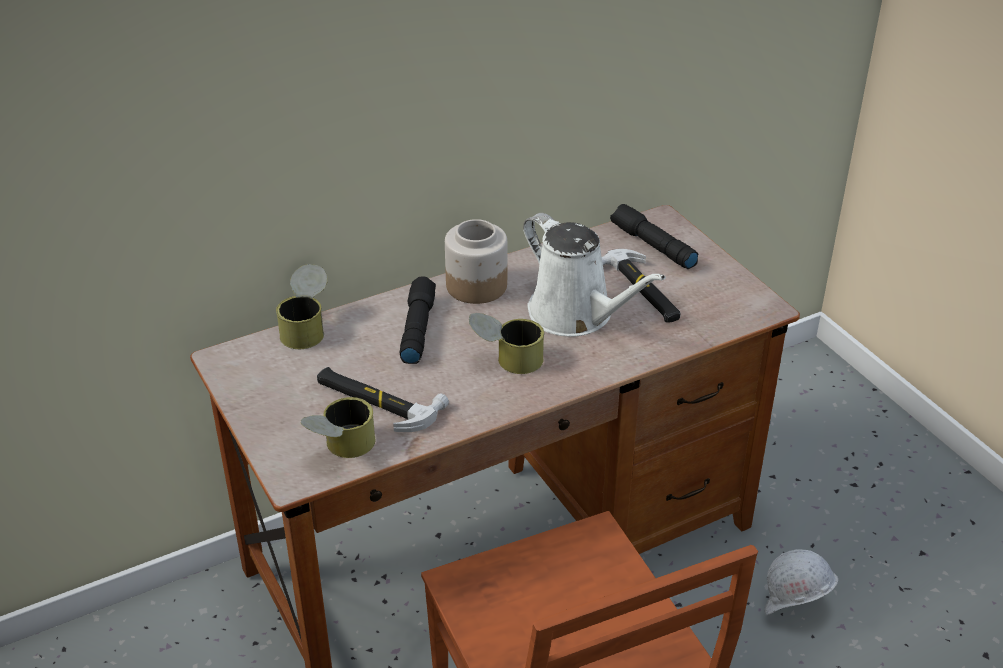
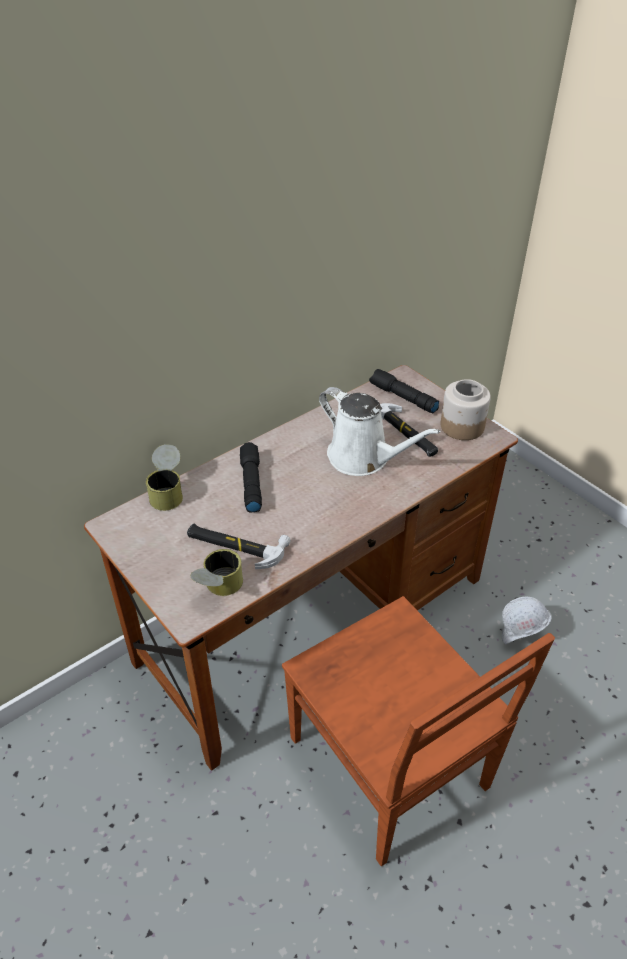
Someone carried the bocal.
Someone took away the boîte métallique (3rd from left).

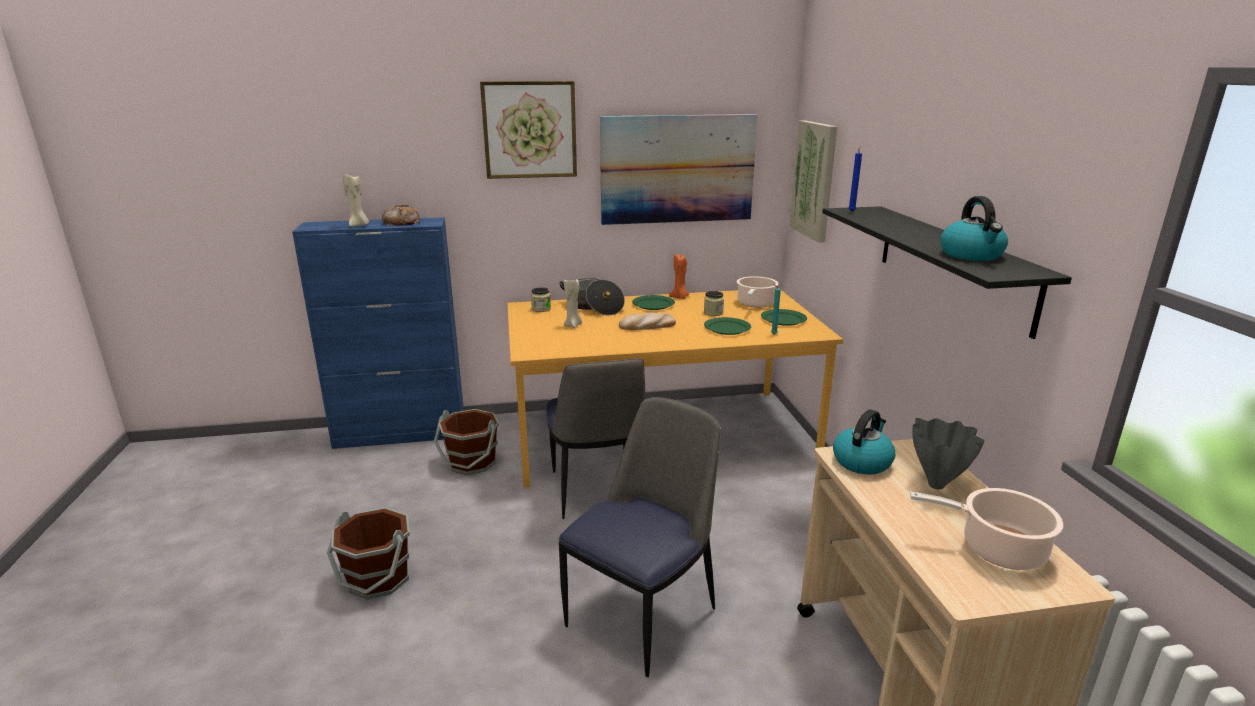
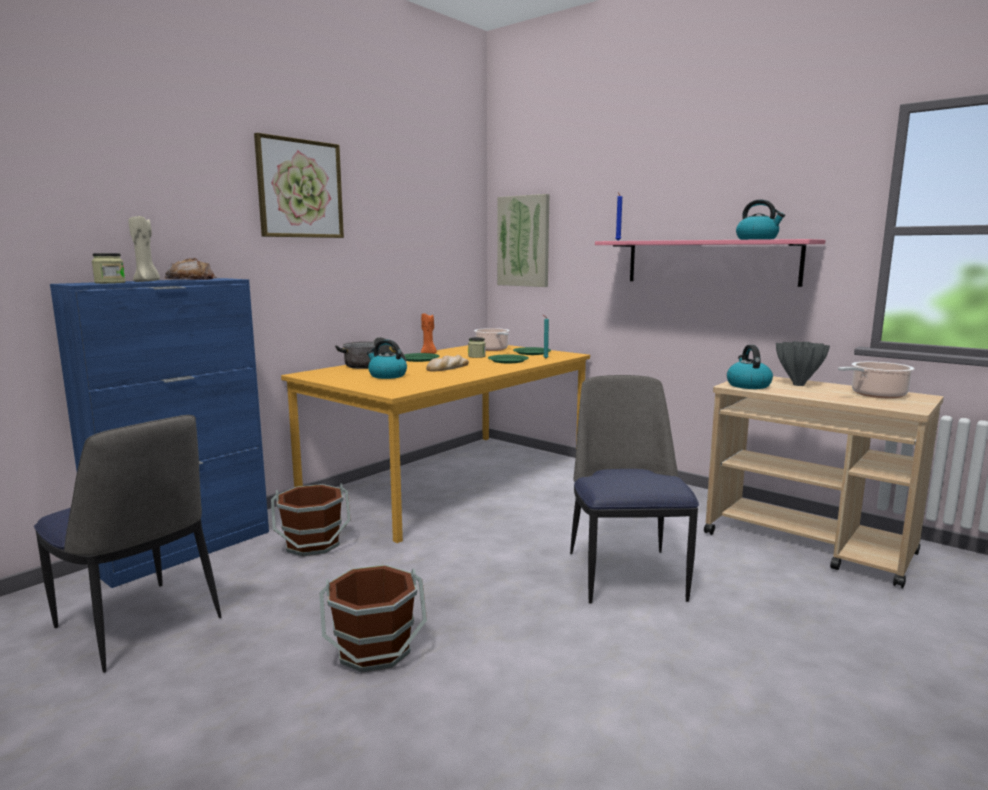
Someone carried the chaise (1st from left).
Someone carried the bocal (1st from left).
Someone swapped the bougie [beige] (2nd from left) for the bouilloire (1st from left).
Someone repainted the étagère [noir], which became the étagère [rose].
Someone took away the tableau (2nd from left).

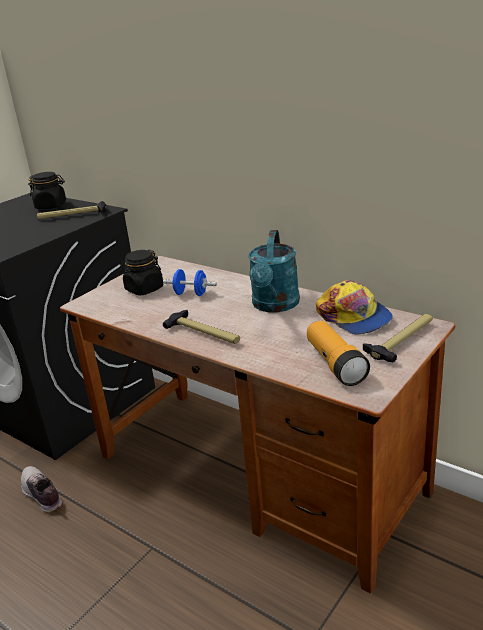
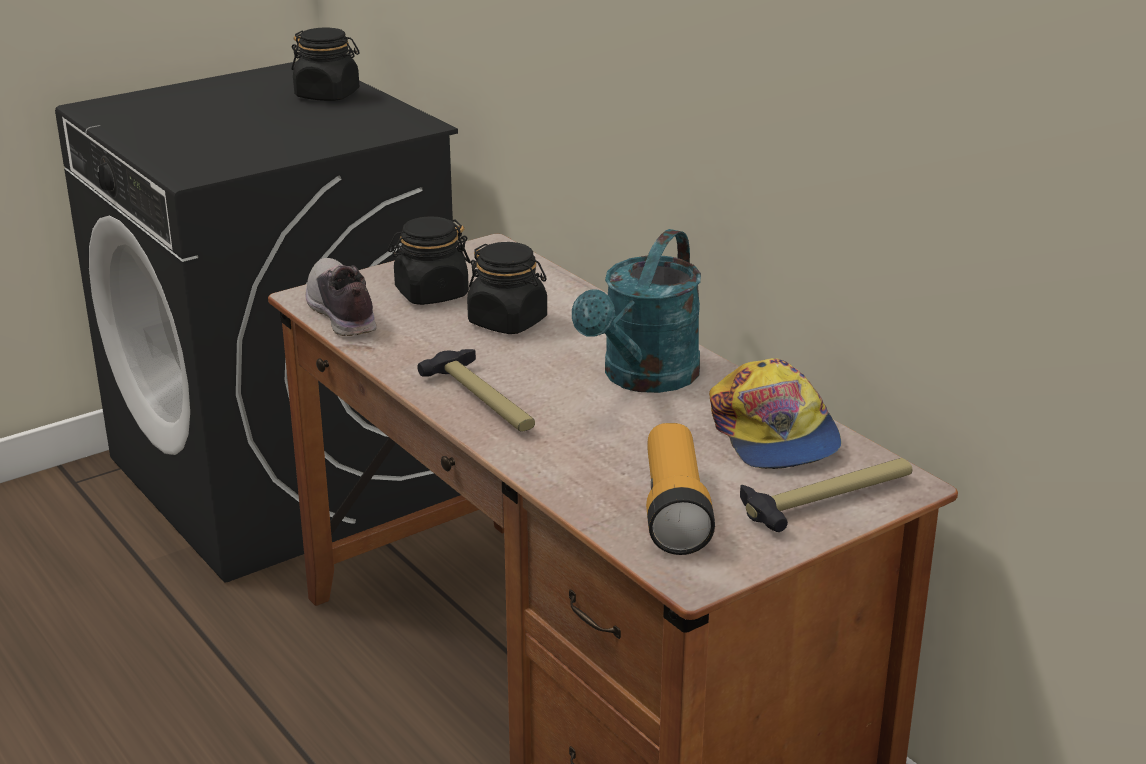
Someone carried the chaussure.
Someone swapped the haltère [bleu] for the bocal [noir] (3rd from left).
Someone took away the marteau (1st from left).

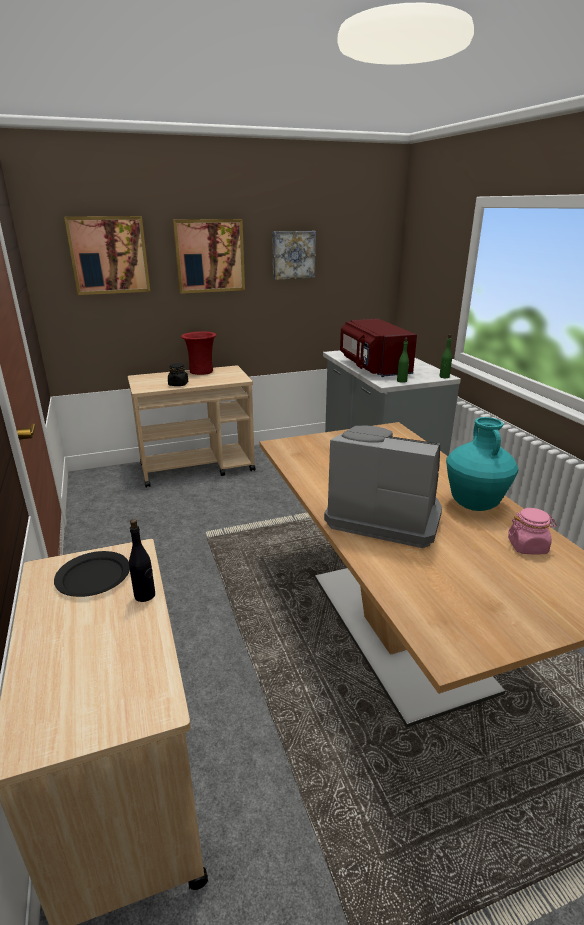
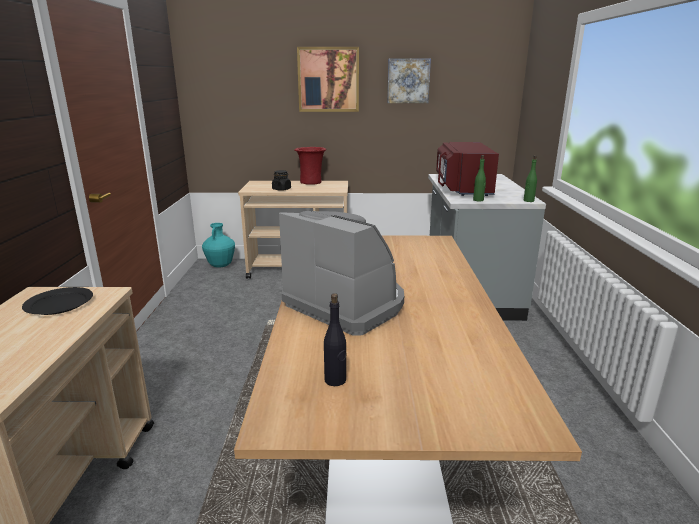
Someone carried the vase [turquoise].
Someone carried the bouteille [noir].
Someone took away the tableau (1st from left).
Someone took away the bocal [rose].

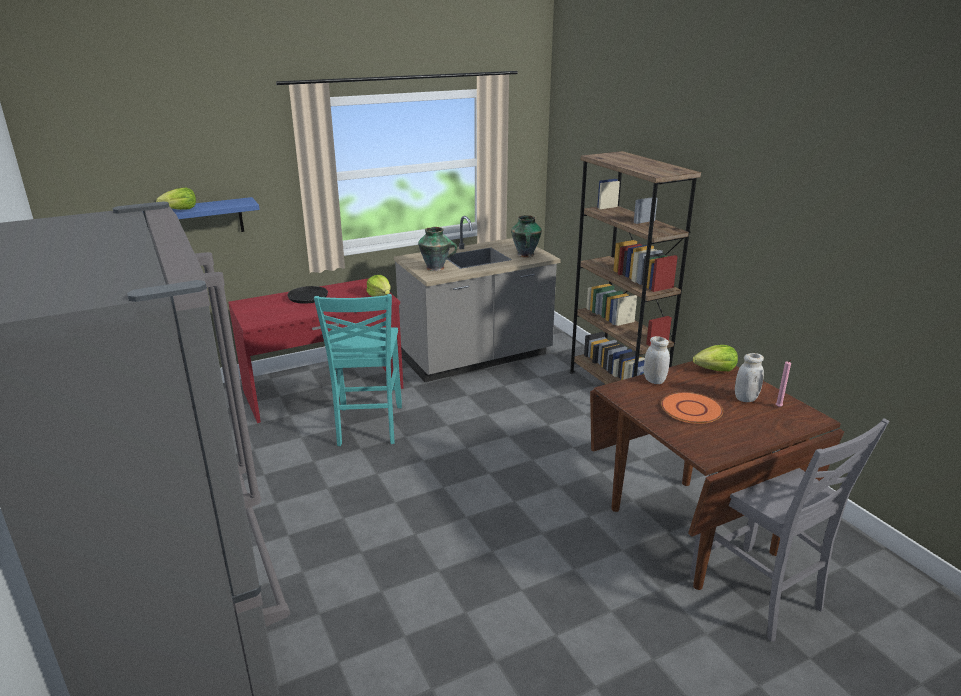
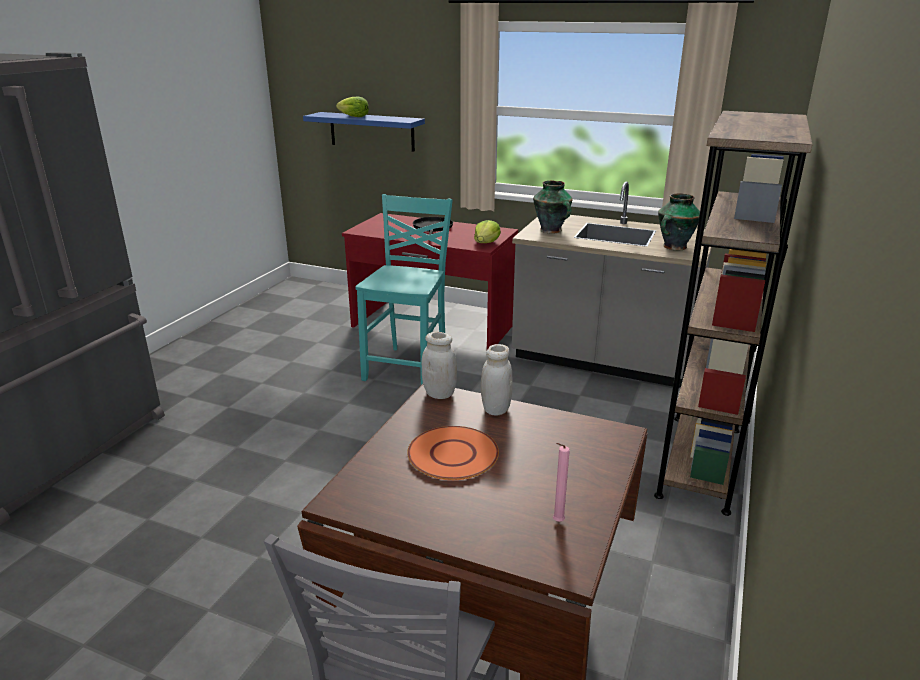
Someone rotated the chaise [turquoise] by 150 degrees clockwise.
Someone carried the bocal [blanc] (2nd from left in the first image).
Someone took away the laitue (3rd from left).

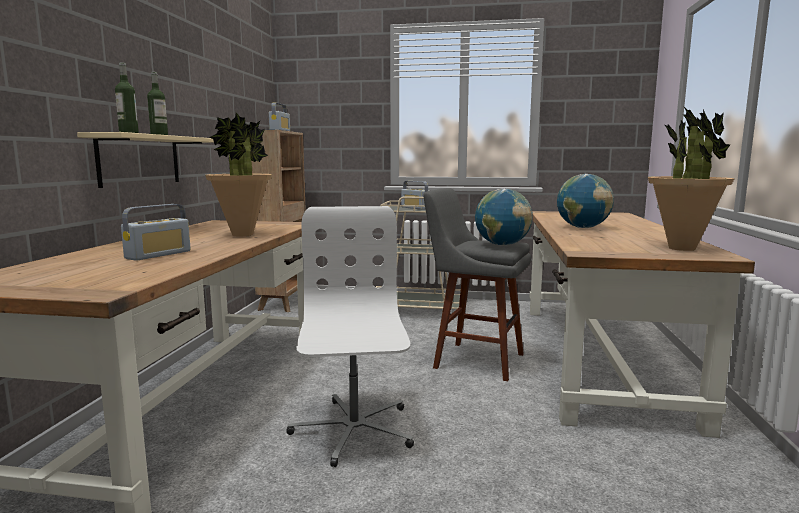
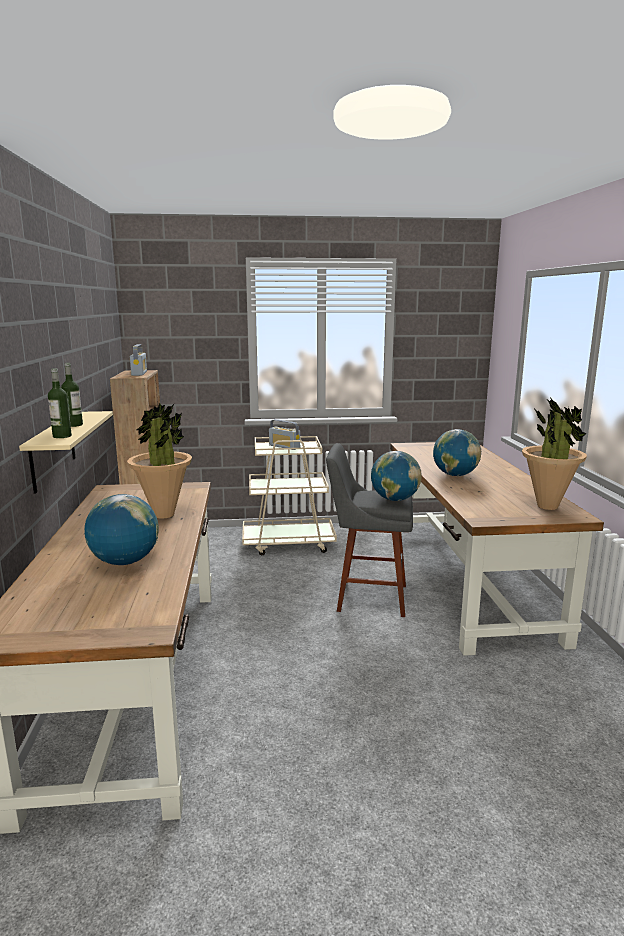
Someone swapped the radio (1st from left) for the globe (1st from left).
Someone took away the chaise de bureau [blanc].

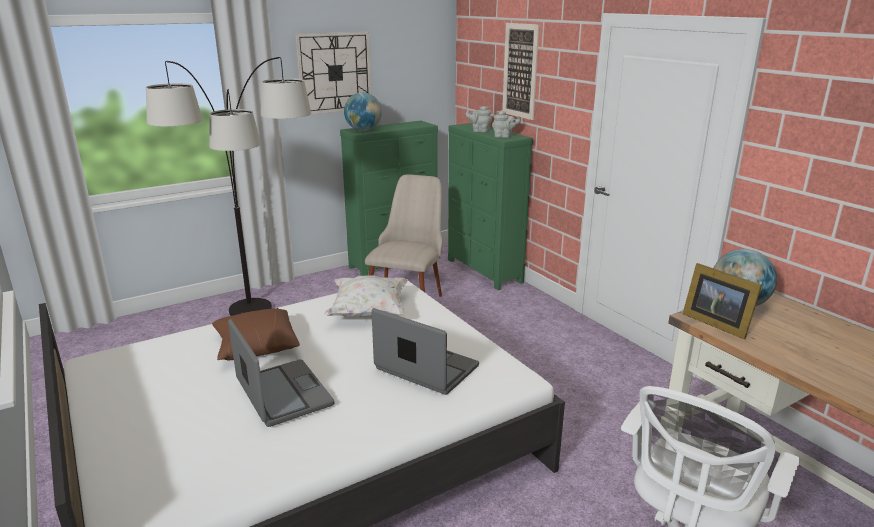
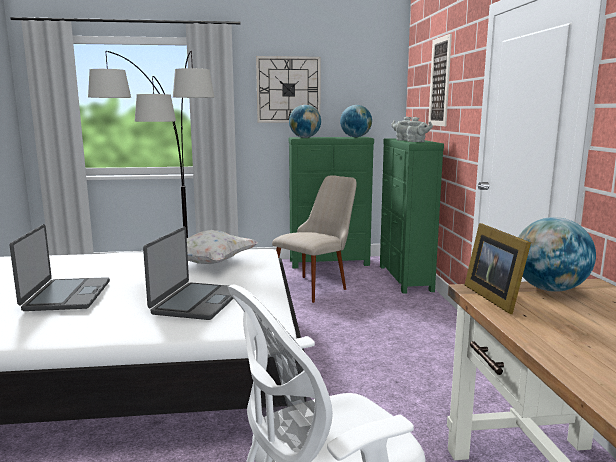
Someone rotated the ordinateur portable (2nd from left) by 45 degrees clockwise.
Someone put down the globe (2nd from left).
Someone took away the coussin [marron].

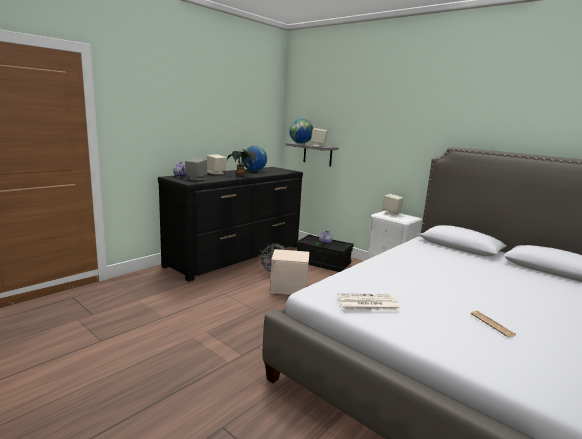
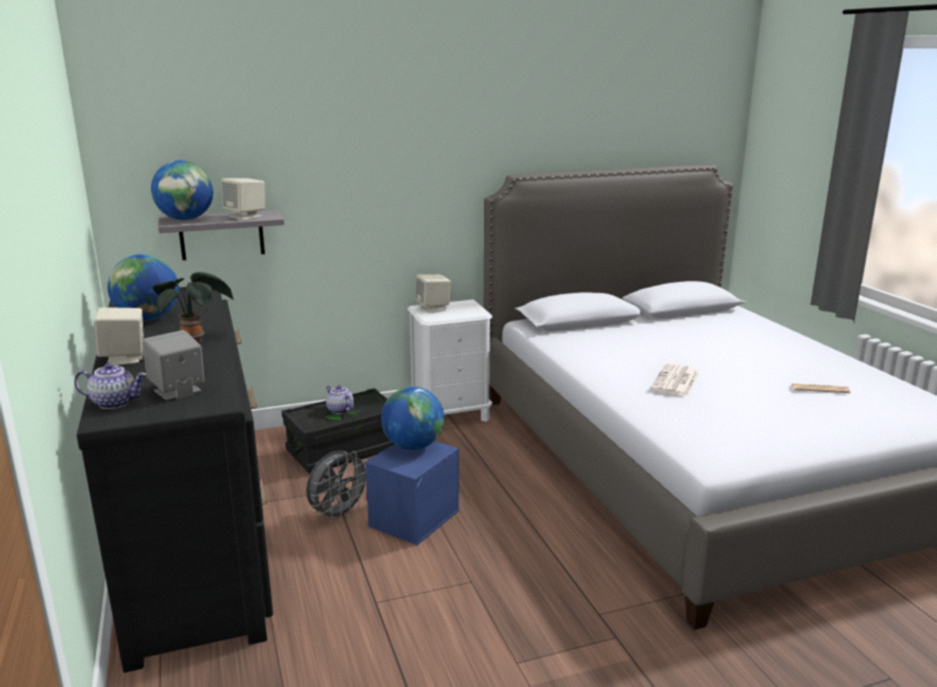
Someone repainted the boîte de rangement [beige], which became the boîte de rangement [bleu].
Someone put down the globe (3rd from left).
Someone carried the journal (1st from left).

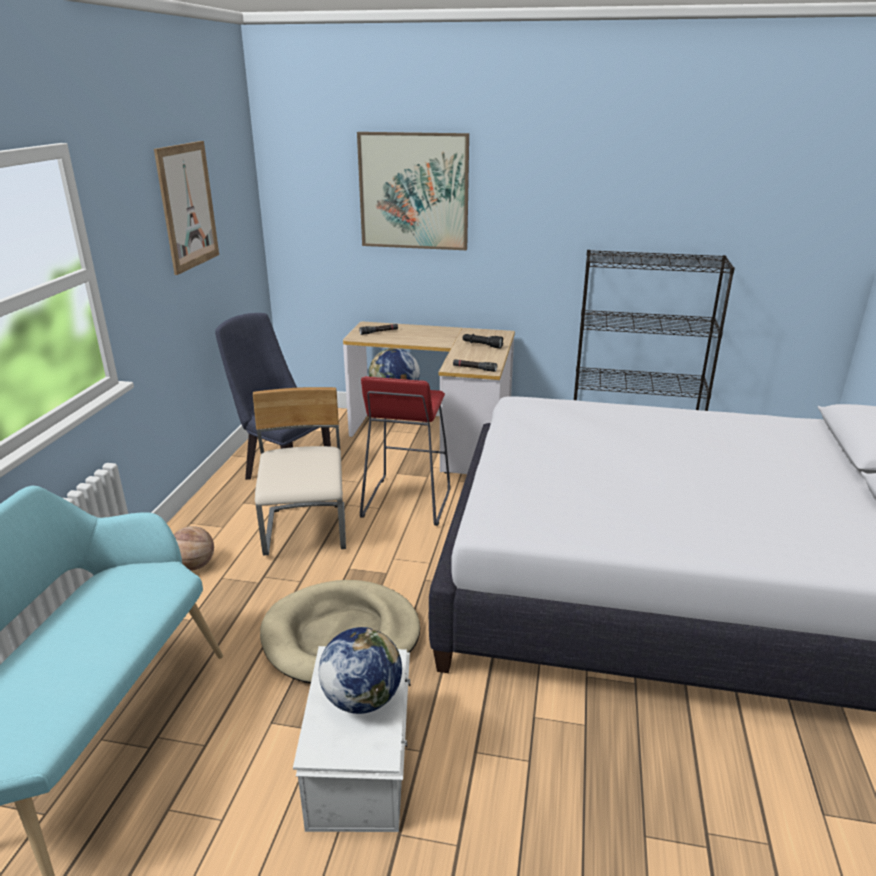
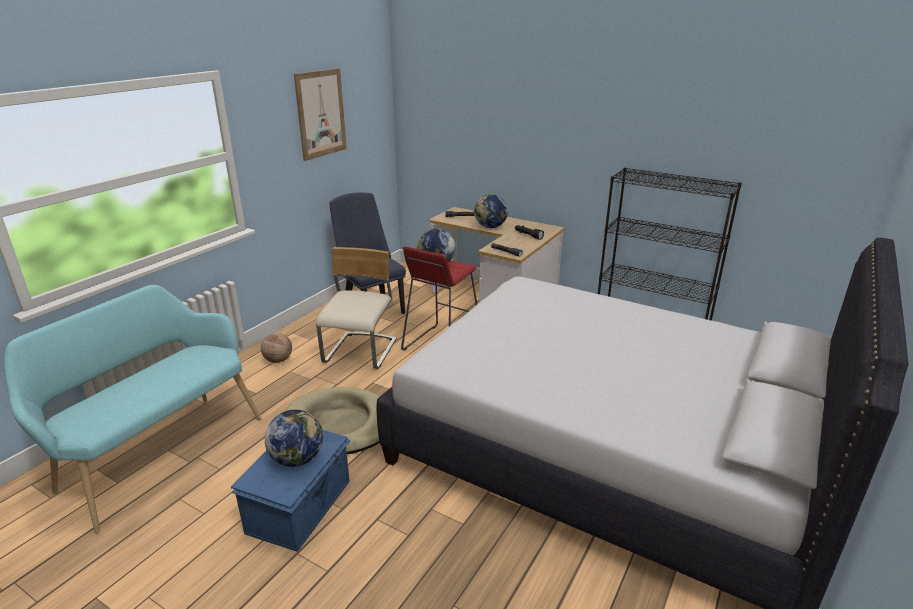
Someone repainted the boîte de rangement [blanc], which became the boîte de rangement [bleu].
Someone put down the globe (3rd from left).
Someone took away the tableau (2nd from left).

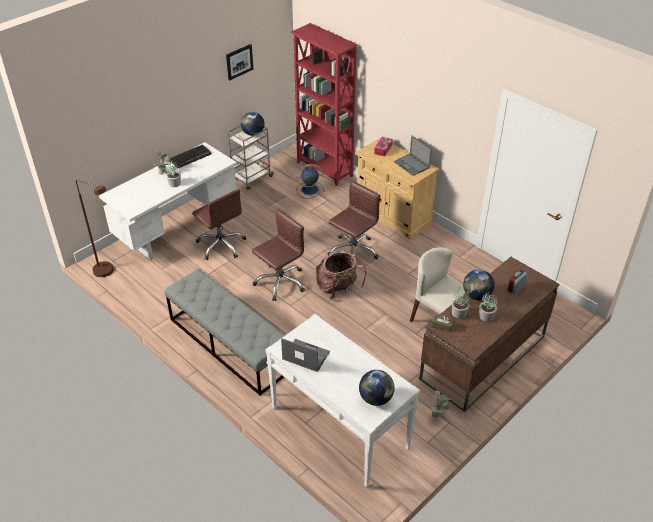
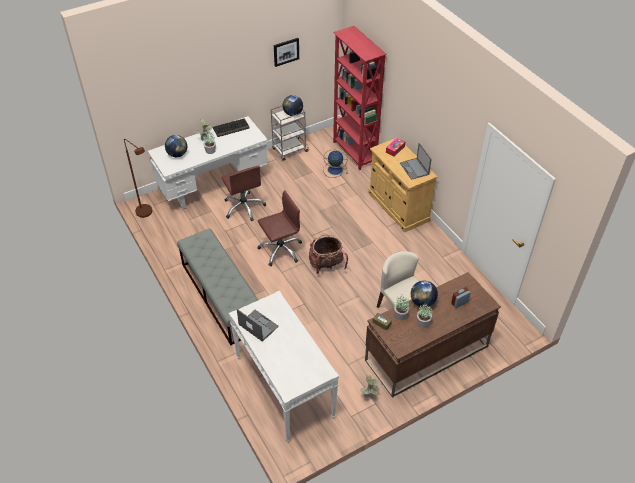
Someone carried the globe (2nd from left in the first image).
Someone took away the chaise de bureau [marron] (3rd from left).

